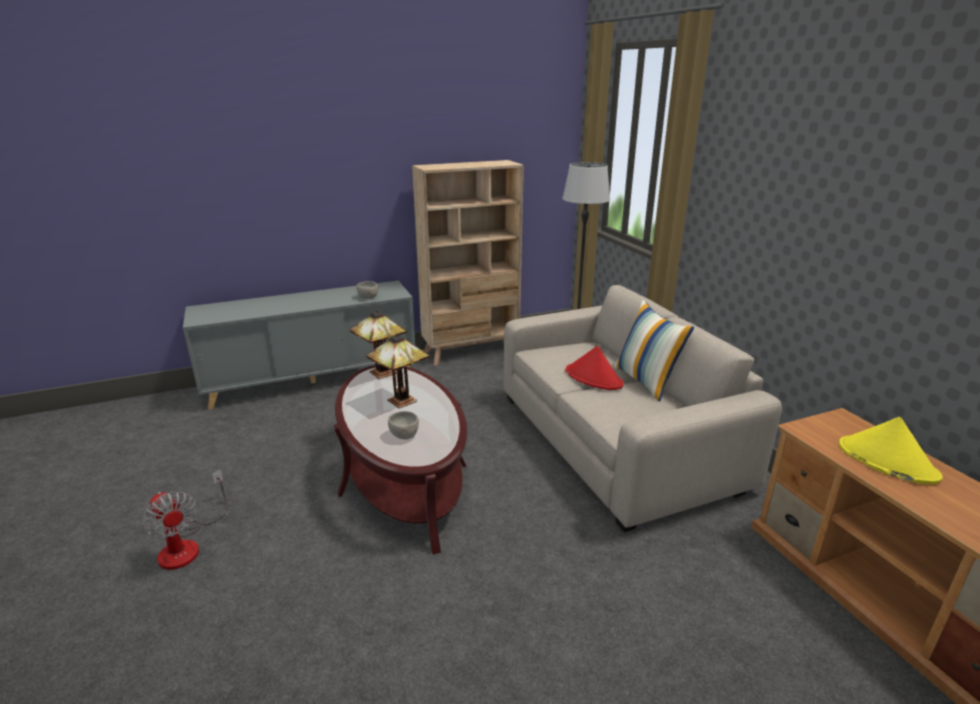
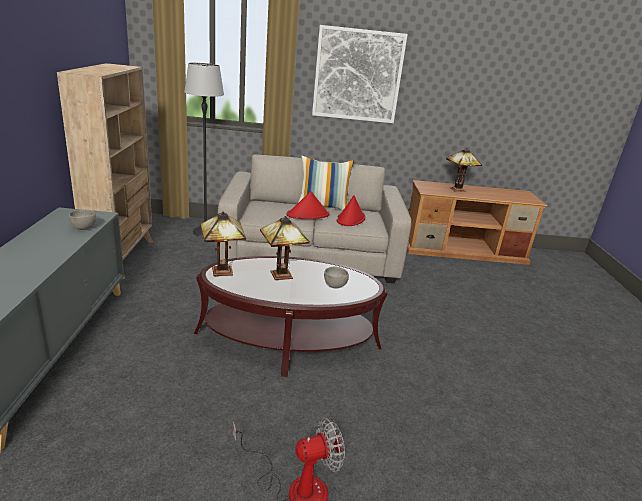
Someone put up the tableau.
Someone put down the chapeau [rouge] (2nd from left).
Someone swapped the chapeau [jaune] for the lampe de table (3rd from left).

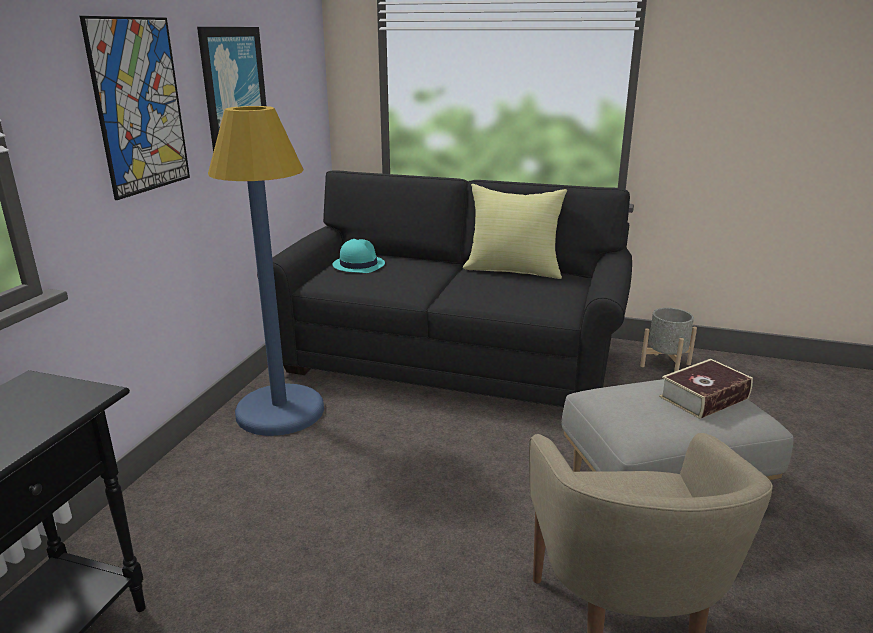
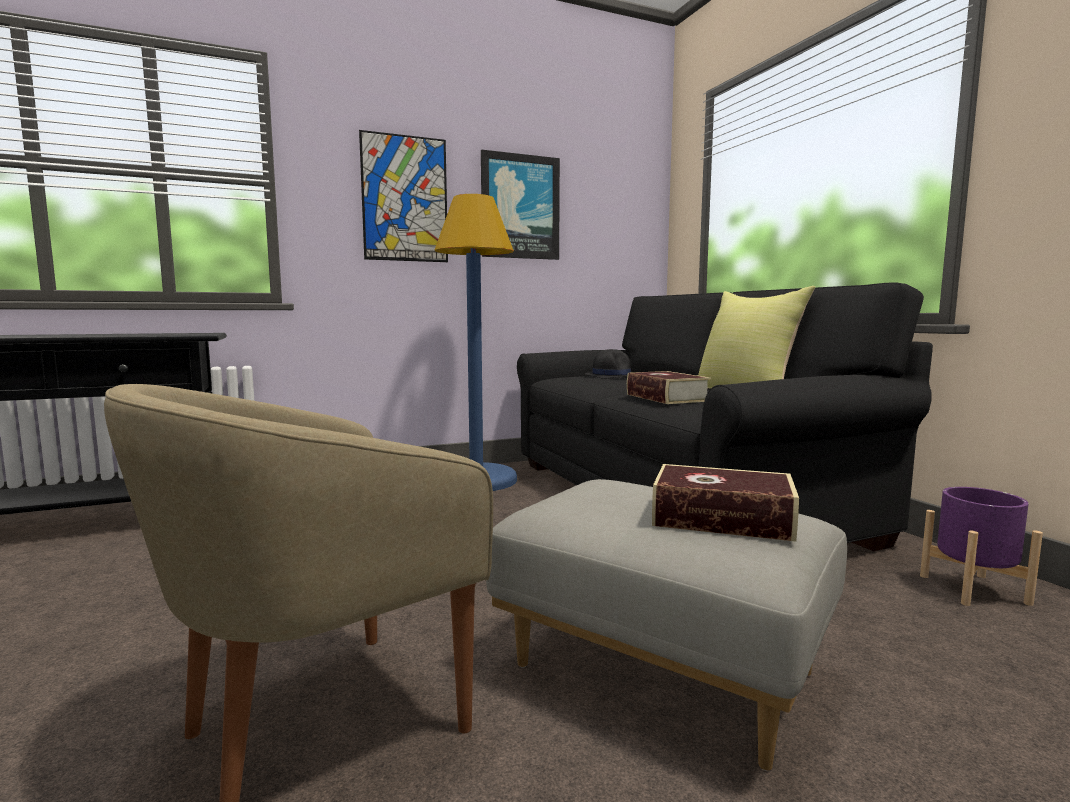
Someone repainted the chapeau [turquoise], which became the chapeau [noir].
Someone put down the livre (1st from left).
Someone repainted the cache-pot [gris], which became the cache-pot [violet].

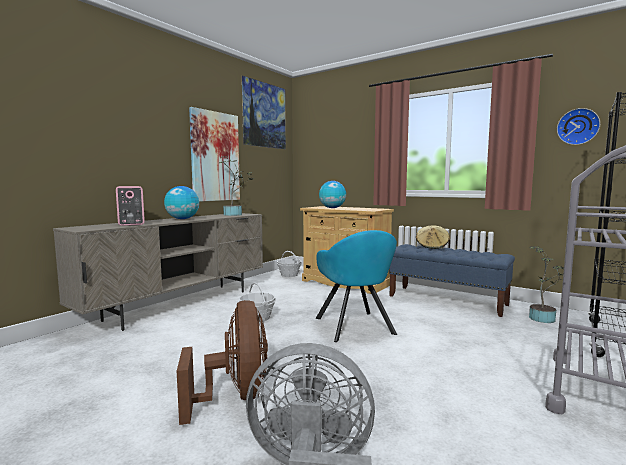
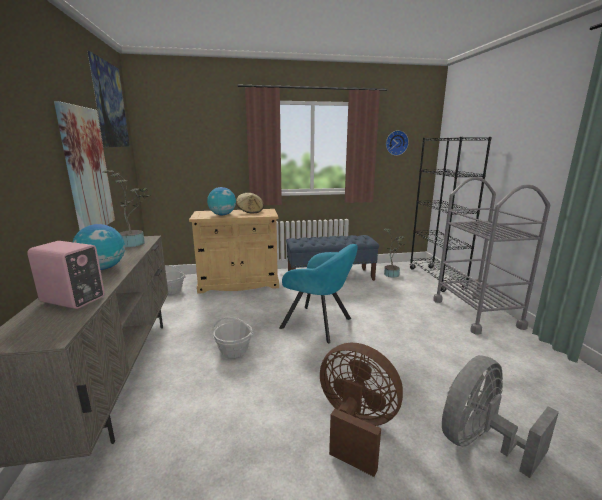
Someone carried the chapeau [beige].

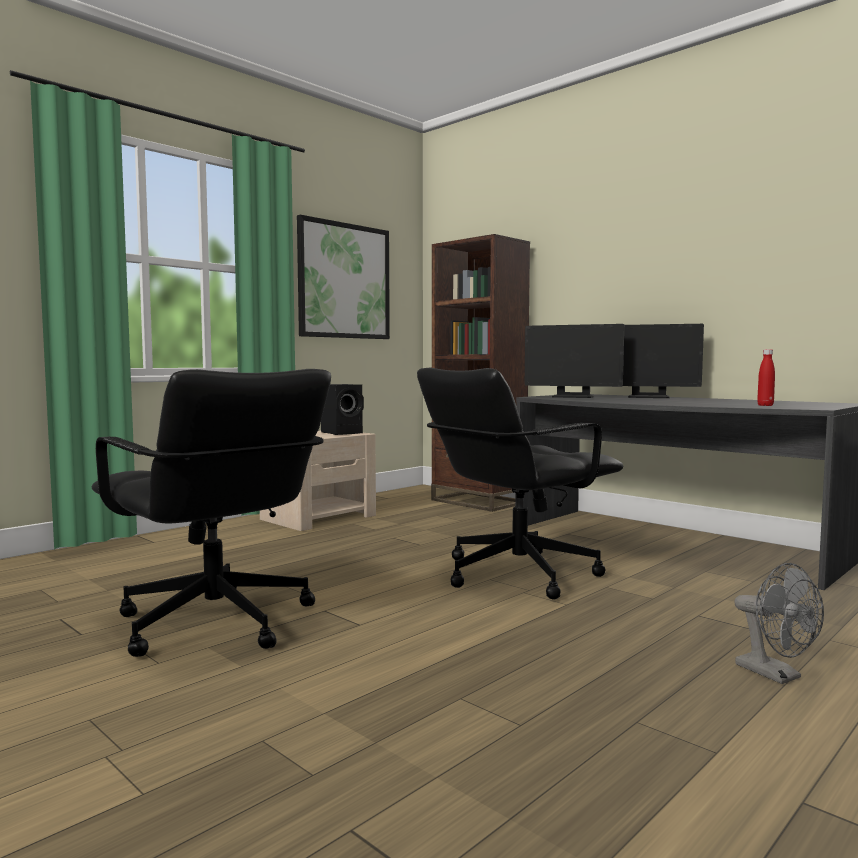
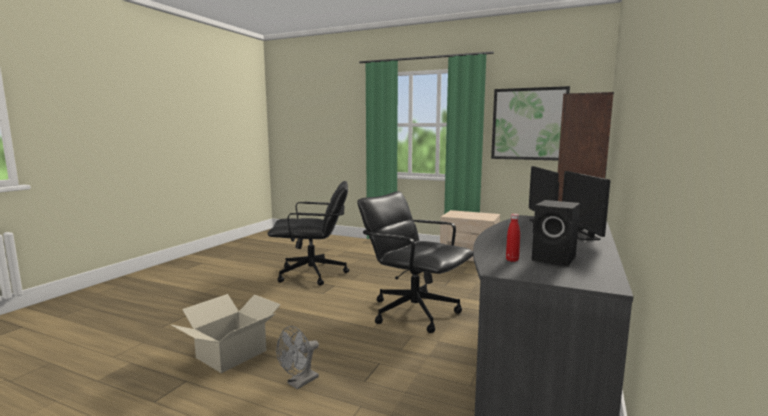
Someone put down the carton.
Someone rotated the chaise de bureau [noir] (1st from left) by 120 degrees counterclockwise.
Someone carried the enceinte [noir].

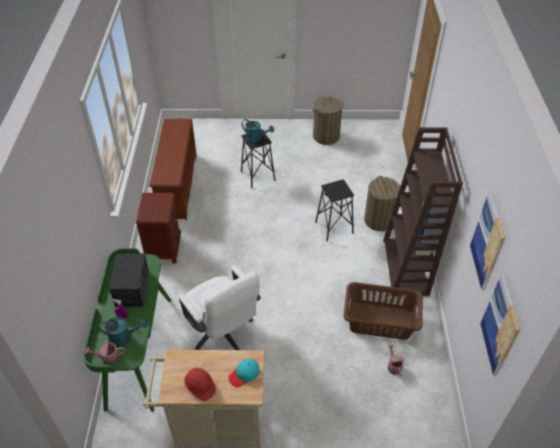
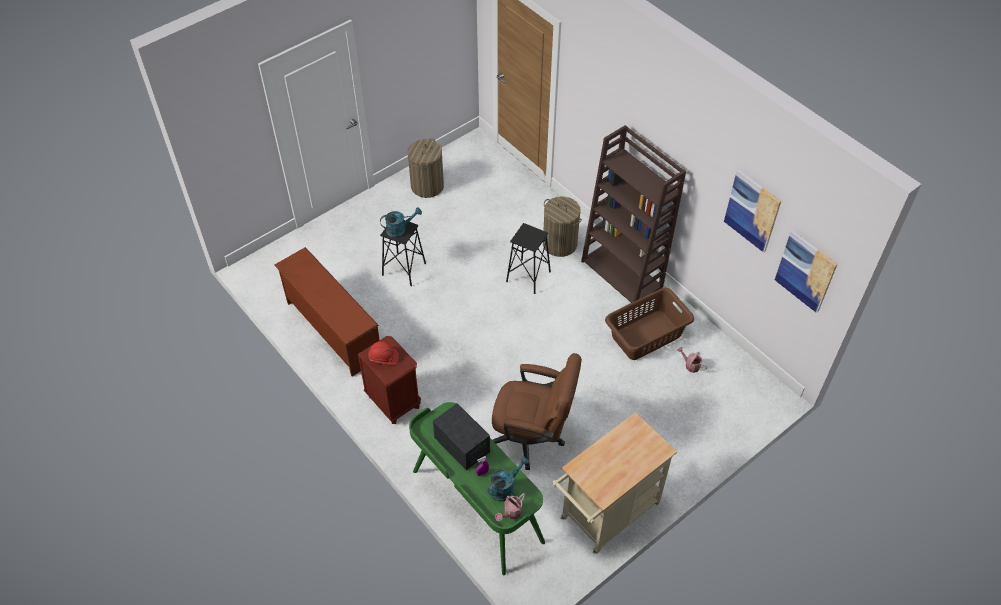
Someone carried the casque de chantier [rouge].
Someone repainted the chaise de bureau [blanc], which became the chaise de bureau [marron].
Someone took away the casquette [turquoise].

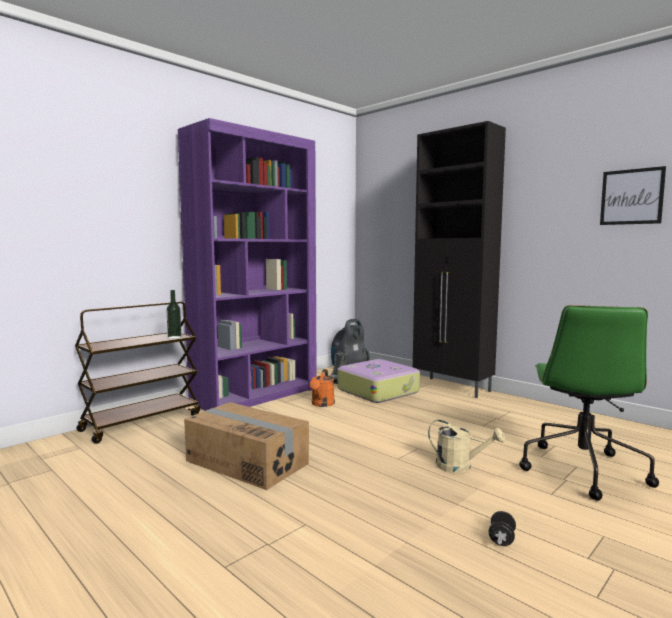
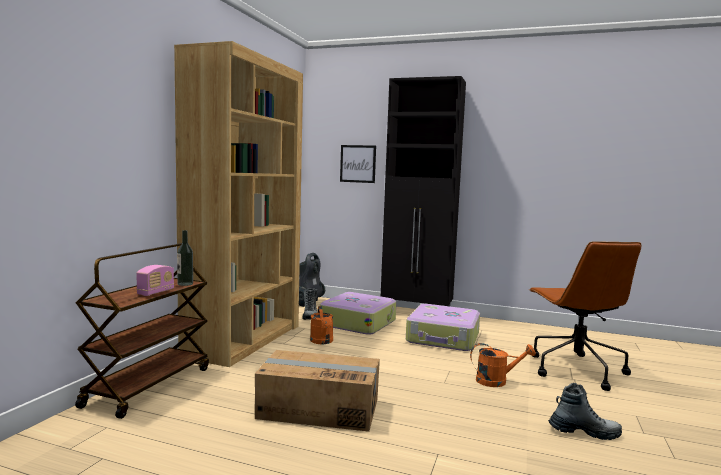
Someone put down the radio.
Someone repainted the bibliothèque [violet], which became the bibliothèque [marron].
Someone carried the tableau.
Someone put down the valise (2nd from left).
Someone repainted the arrosoir [beige], which became the arrosoir [orange] (2nd from left).
Someone repainted the chaise de bureau [vert], which became the chaise de bureau [marron].
Someone swapped the haltère [noir] for the botte (2nd from left).

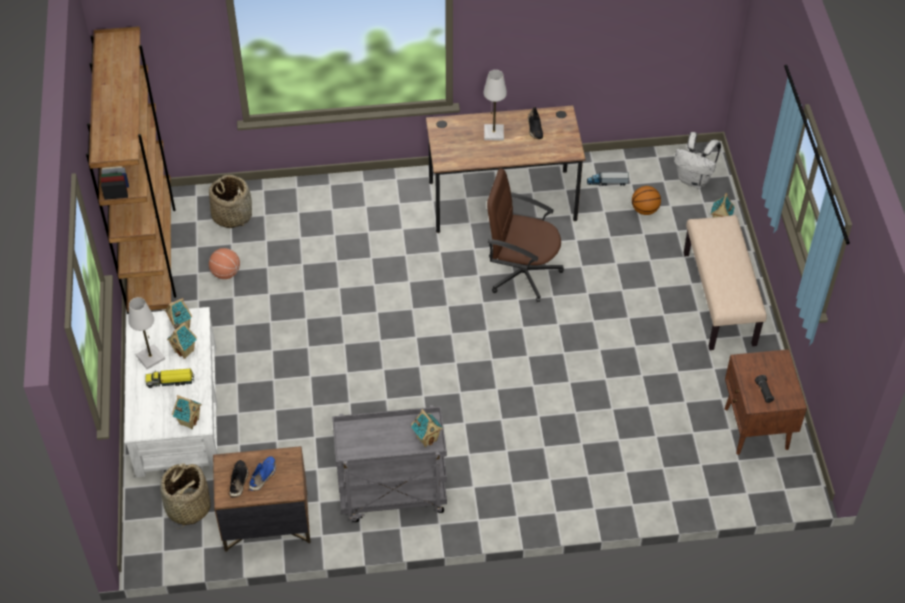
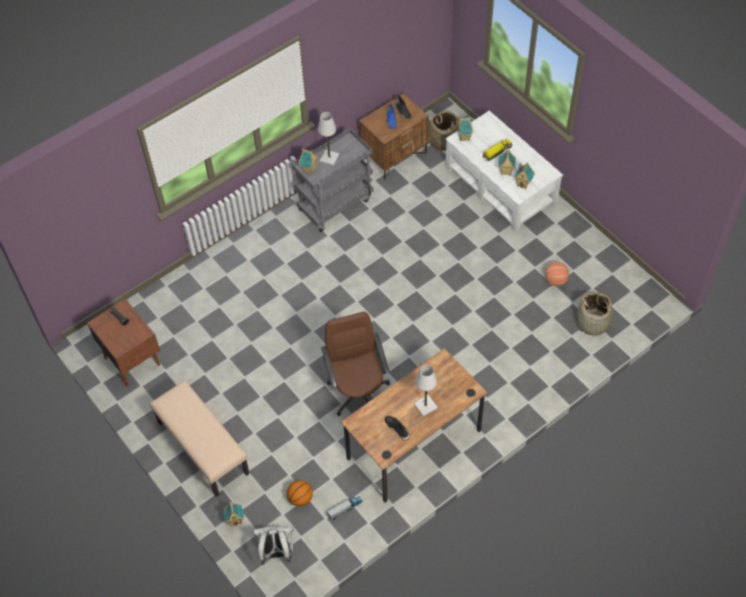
Someone carried the lampe de table [blanc] (1st from left).
Someone rotated the chaise de bureau [marron] by 90 degrees counterclockwise.
Someone took away the bibliothèque [marron].

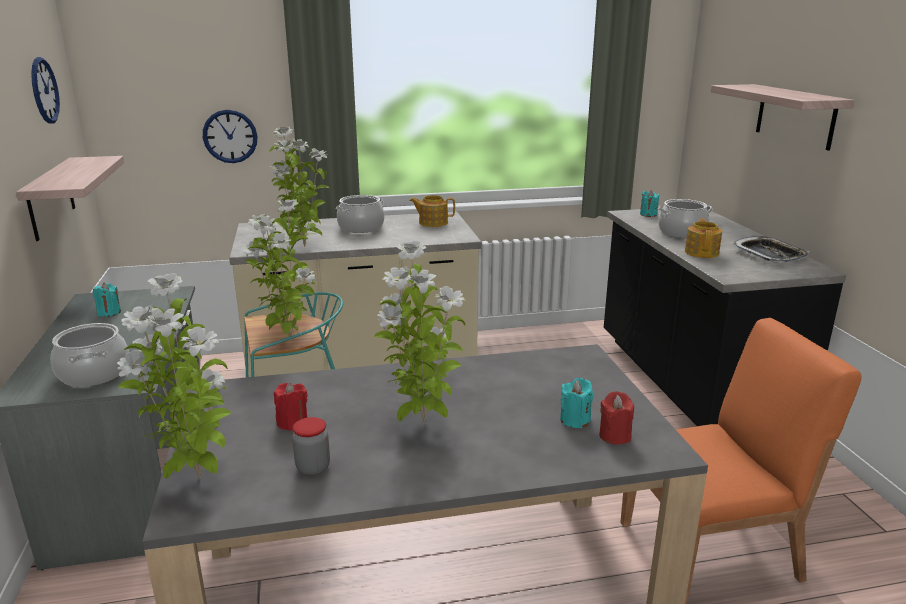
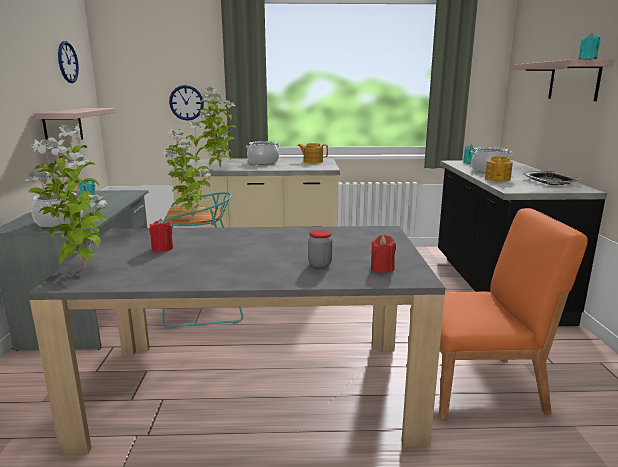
Someone carried the bocal.
Someone carried the bougie [turquoise] (2nd from left in the first image).
Someone took away the plante en pot (4th from left).

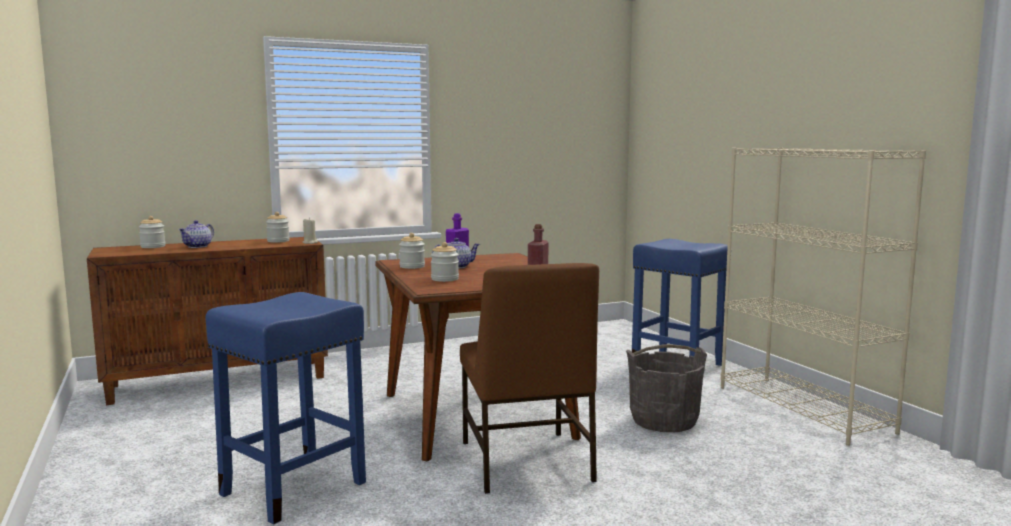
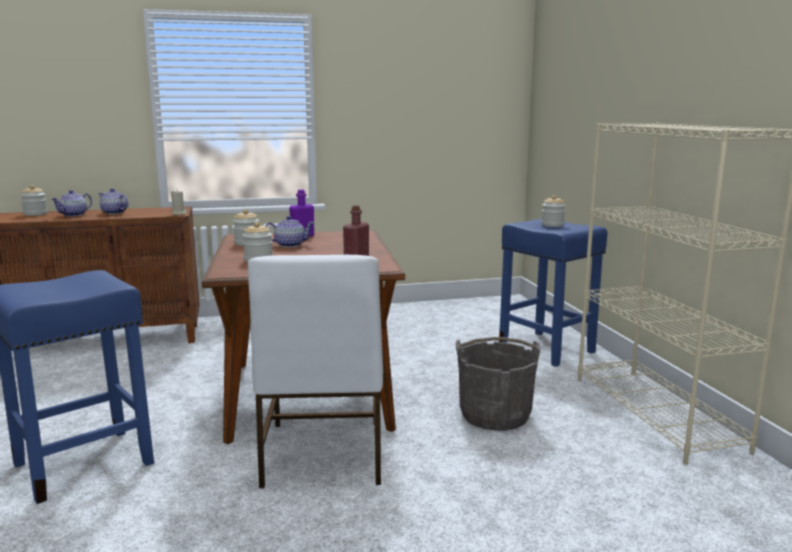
Someone put down the théière (2nd from left).
Someone repainted the chaise [marron], which became the chaise [blanc].
Someone carried the bocal (2nd from left in the first image).

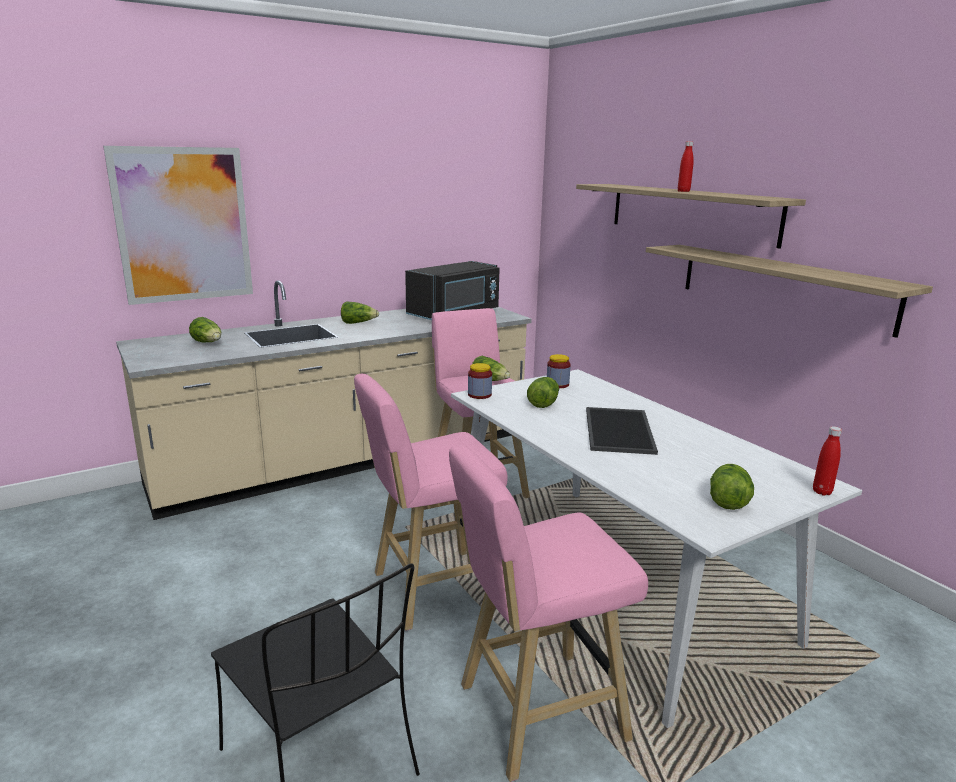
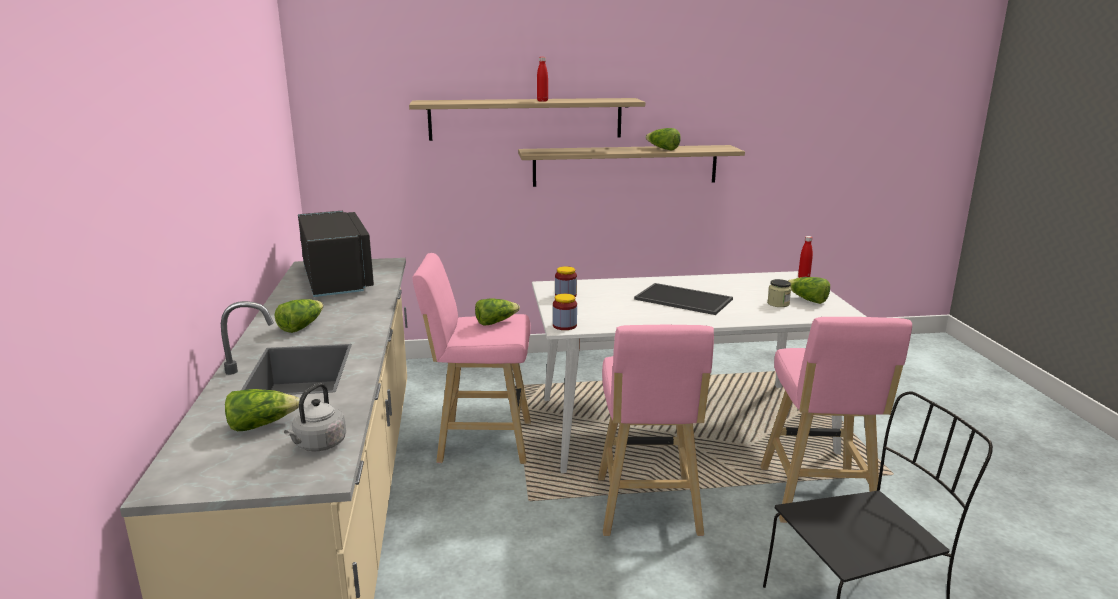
Someone put down the bouilloire [gris].
Someone carried the laitue (4th from left).
Someone put down the bocal (3rd from left).
Someone took away the tableau.

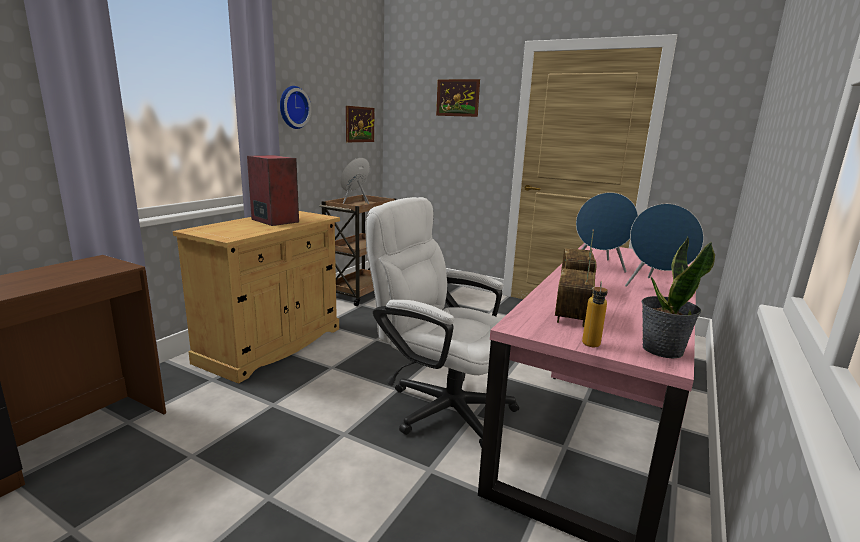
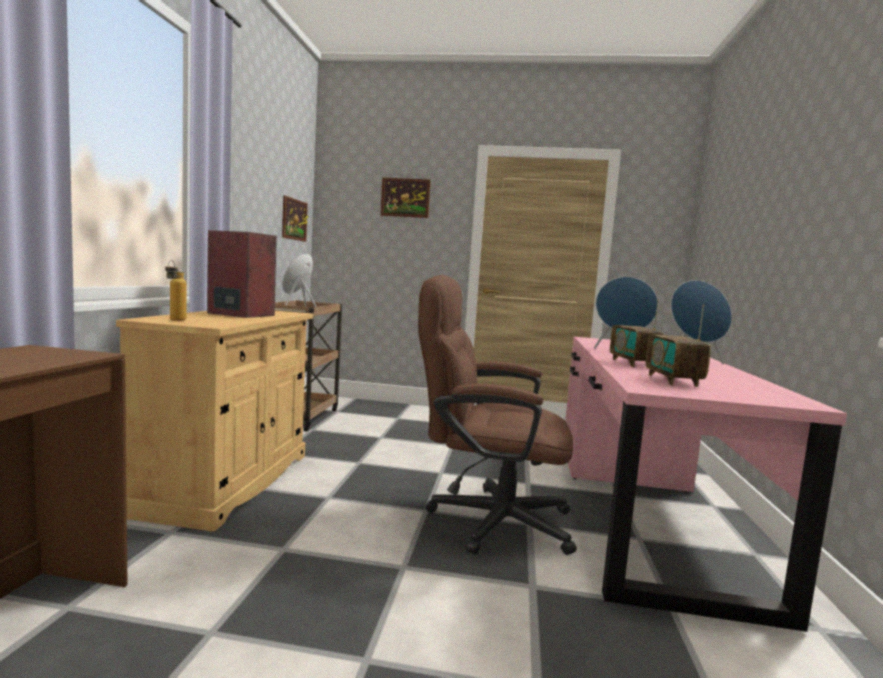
Someone carried the bouteille.
Someone repainted the chaise de bureau [blanc], which became the chaise de bureau [marron].
Someone took away the horloge murale.
Someone took away the plante en pot.

